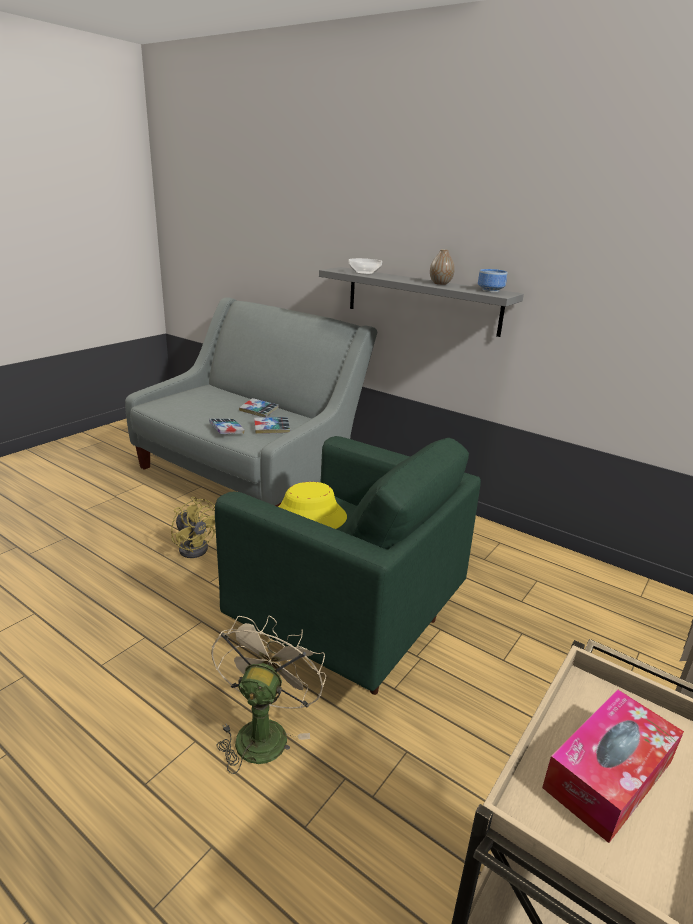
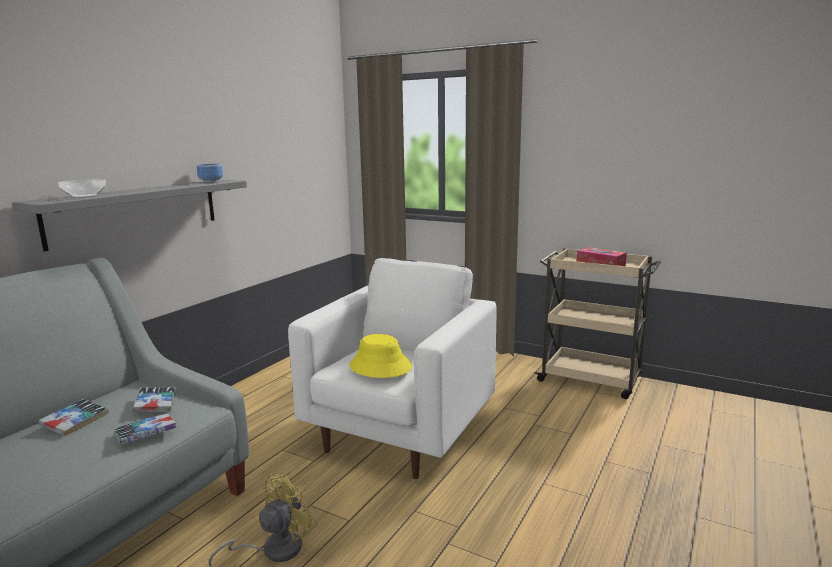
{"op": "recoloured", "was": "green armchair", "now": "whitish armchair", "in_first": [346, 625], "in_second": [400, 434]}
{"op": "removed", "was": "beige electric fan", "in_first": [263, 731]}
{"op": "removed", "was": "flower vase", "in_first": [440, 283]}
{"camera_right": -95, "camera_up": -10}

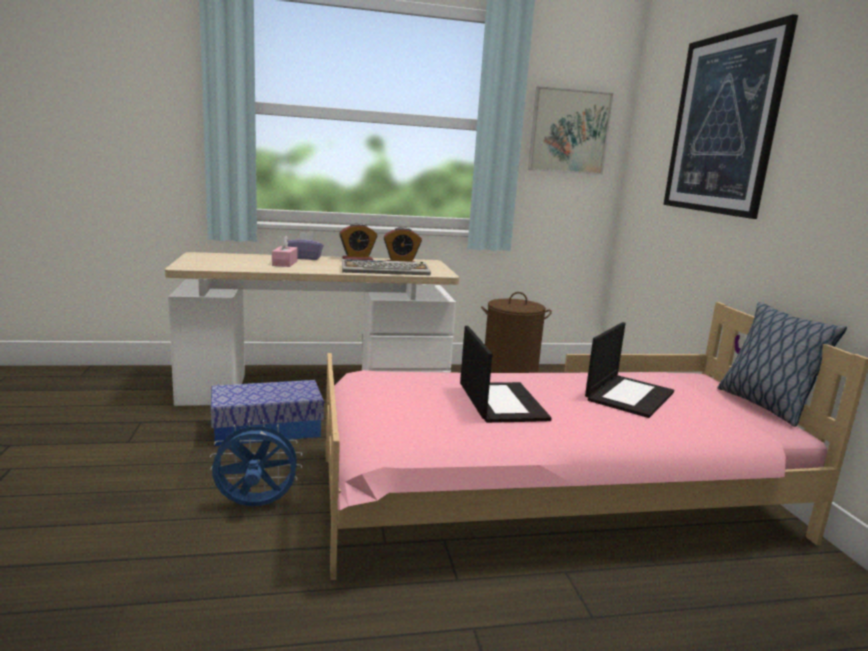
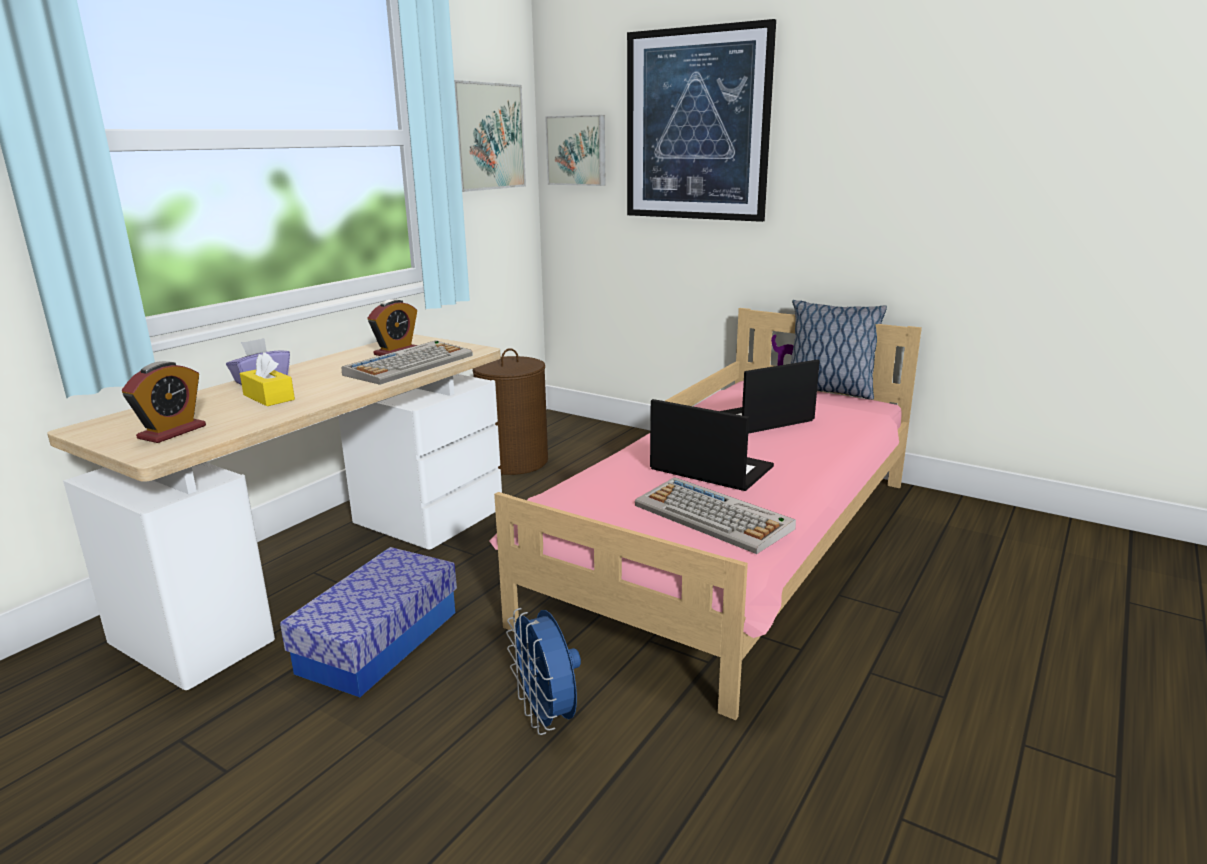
{"op": "moved", "was": "alarm clock", "in_first": [357, 260], "in_second": [172, 432]}
{"op": "recoloured", "was": "pink tissue holder", "now": "yellowish tissue holder", "in_first": [285, 263], "in_second": [269, 397]}
{"op": "turned", "was": "bluish electric fan", "in_first": [255, 506], "in_second": [547, 717], "clockwise": -60}
{"op": "added", "now": "wall picture", "in_second": [577, 150]}
{"op": "added", "now": "PC keyboard", "in_second": [714, 517]}
{"op": "turned", "was": "notebook computer", "in_first": [629, 395], "in_second": [759, 420], "clockwise": -105}
{"camera_right": -45, "camera_up": 5}

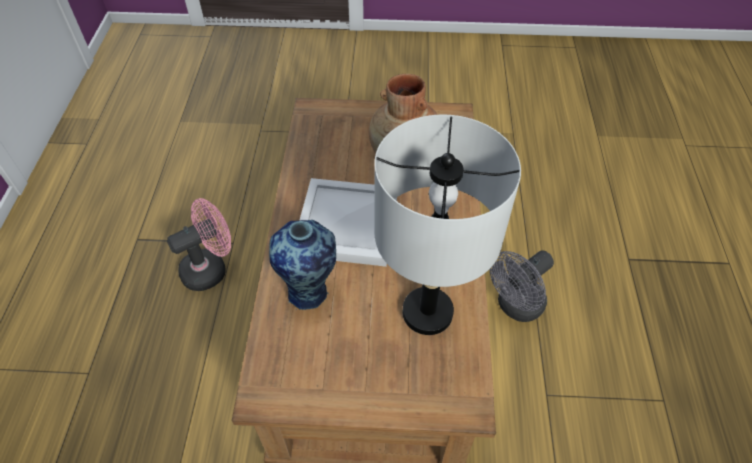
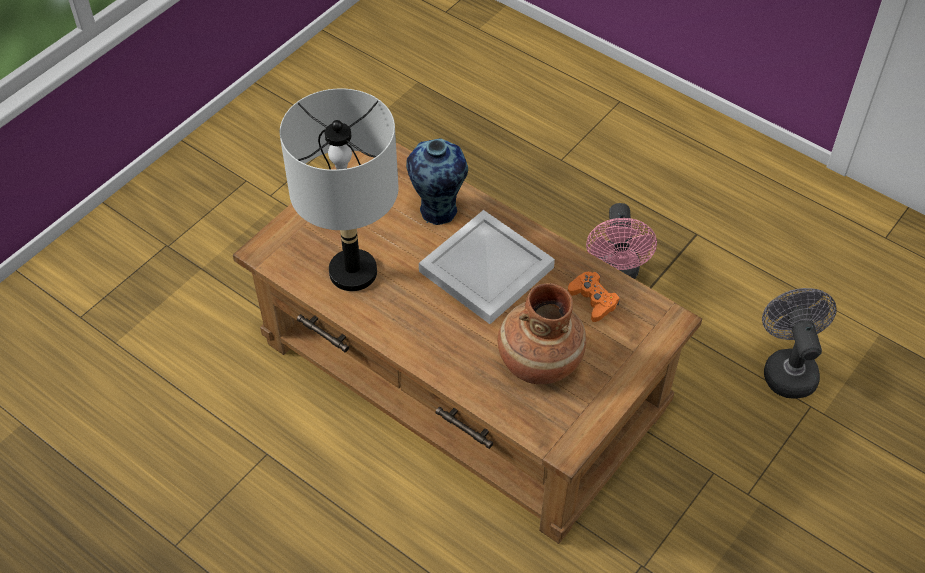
{"op": "added", "now": "orange-coloured joypad", "in_second": [593, 300]}
{"op": "moved", "was": "greyish electric fan", "in_first": [515, 307], "in_second": [787, 368]}
{"camera_right": 125, "camera_up": 0}

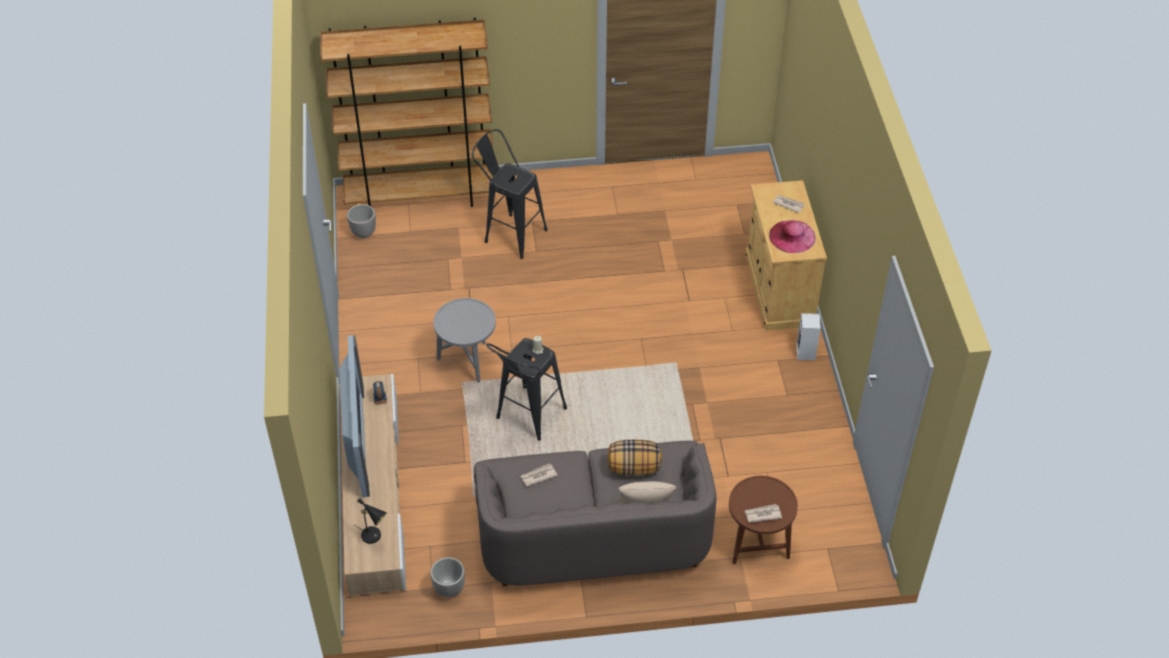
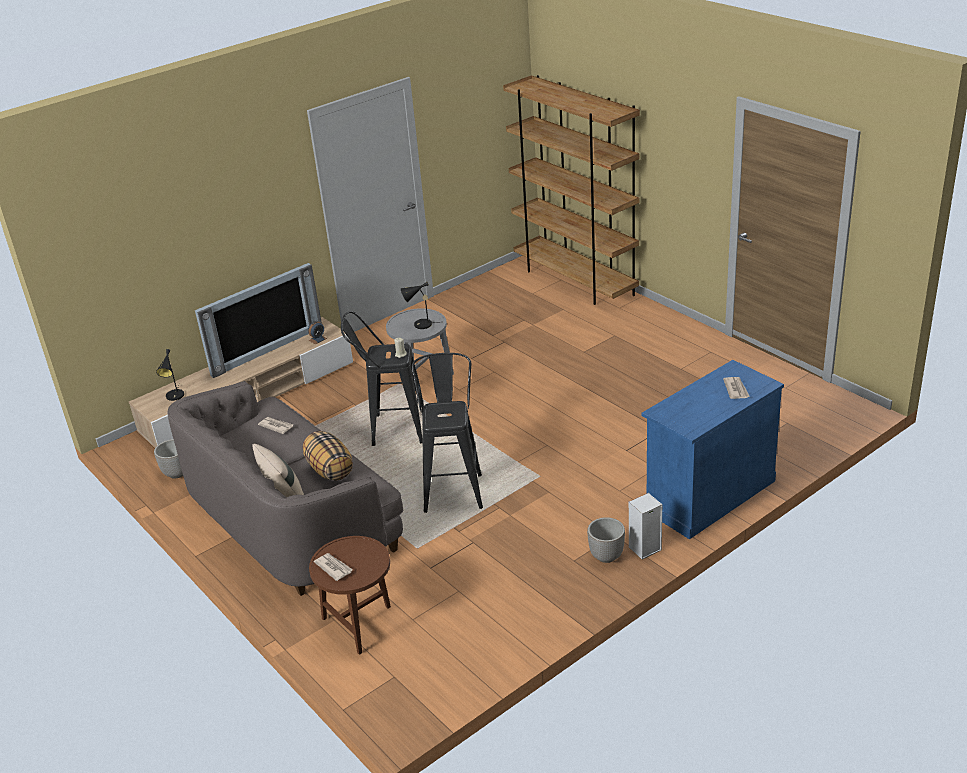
{"op": "added", "now": "blackish lamp for a table", "in_second": [420, 325]}
{"op": "moved", "was": "blackish stool seat", "in_first": [510, 233], "in_second": [453, 488]}
{"op": "moved", "was": "flower pot", "in_first": [364, 233], "in_second": [606, 556]}
{"op": "recoloured", "was": "beige storage cabinet", "now": "bluish storage cabinet", "in_first": [779, 289], "in_second": [709, 495]}
{"op": "removed", "was": "pink hat", "in_first": [792, 236]}
{"camera_right": 60, "camera_up": -15}

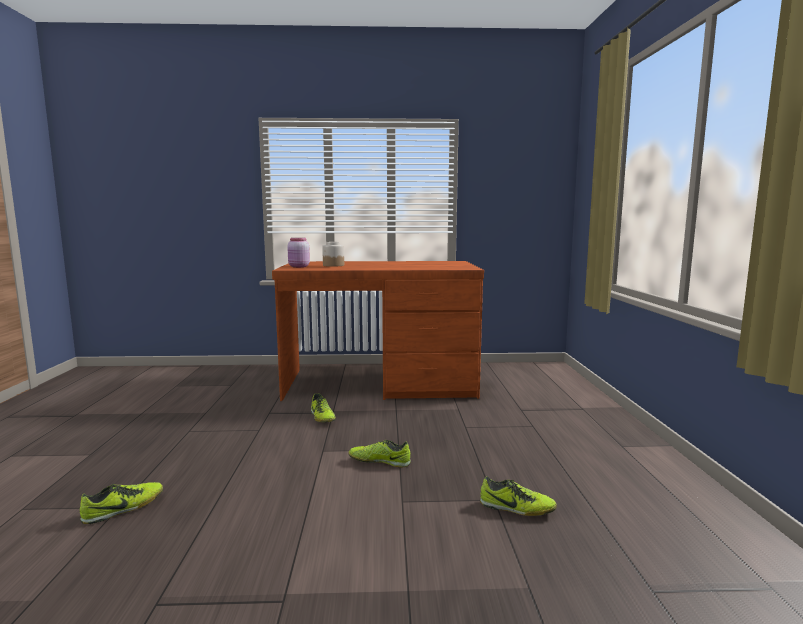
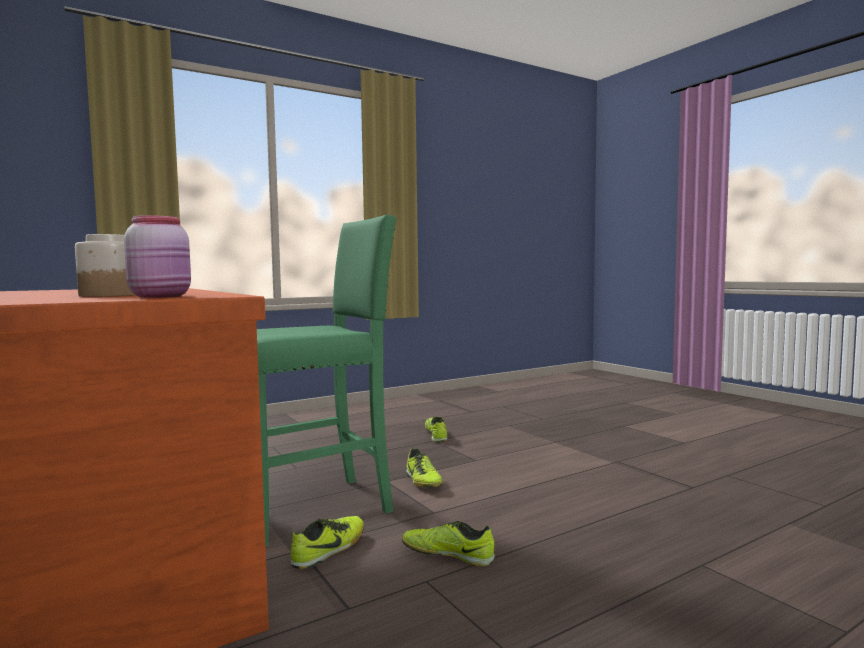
{"op": "added", "now": "green stool seat", "in_second": [316, 508]}
{"op": "moved", "was": "low shoe", "in_first": [124, 509], "in_second": [448, 554]}
{"camera_right": -120, "camera_up": -5}

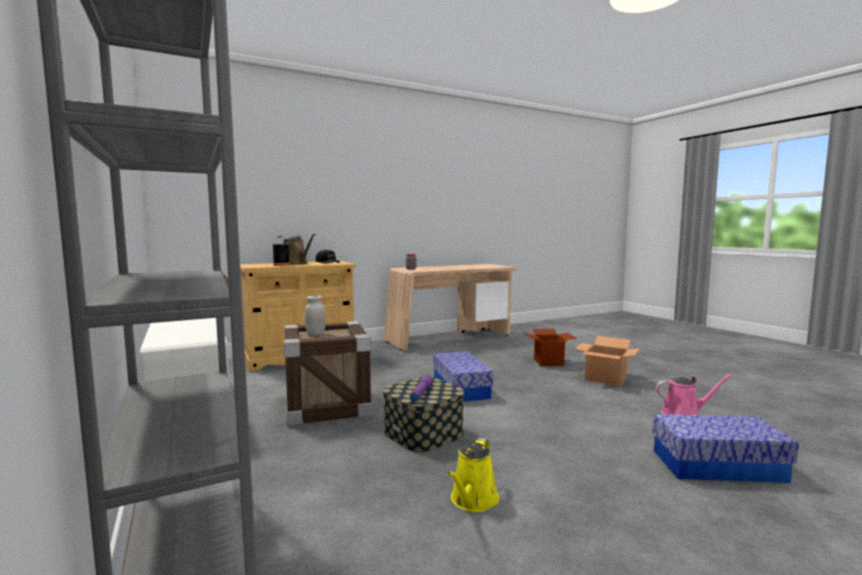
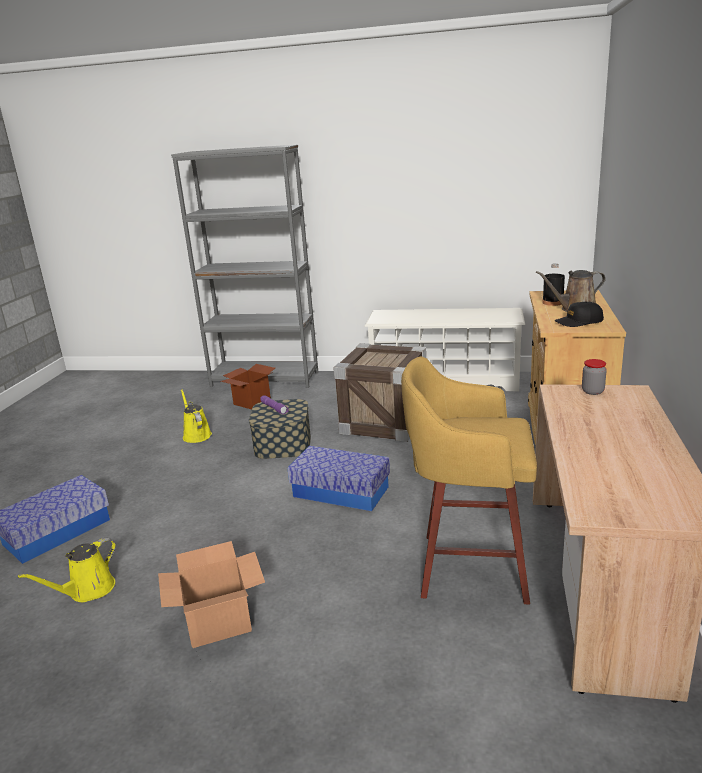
{"op": "recoloured", "was": "pink sprinkling can", "now": "yellowish sprinkling can", "in_first": [684, 414], "in_second": [88, 591]}
{"op": "moved", "was": "carton", "in_first": [548, 362], "in_second": [252, 402]}
{"op": "added", "now": "yellowish stool seat", "in_second": [469, 567]}
{"op": "removed", "was": "whitish storage jar", "in_first": [315, 333]}
{"camera_right": 130, "camera_up": 15}

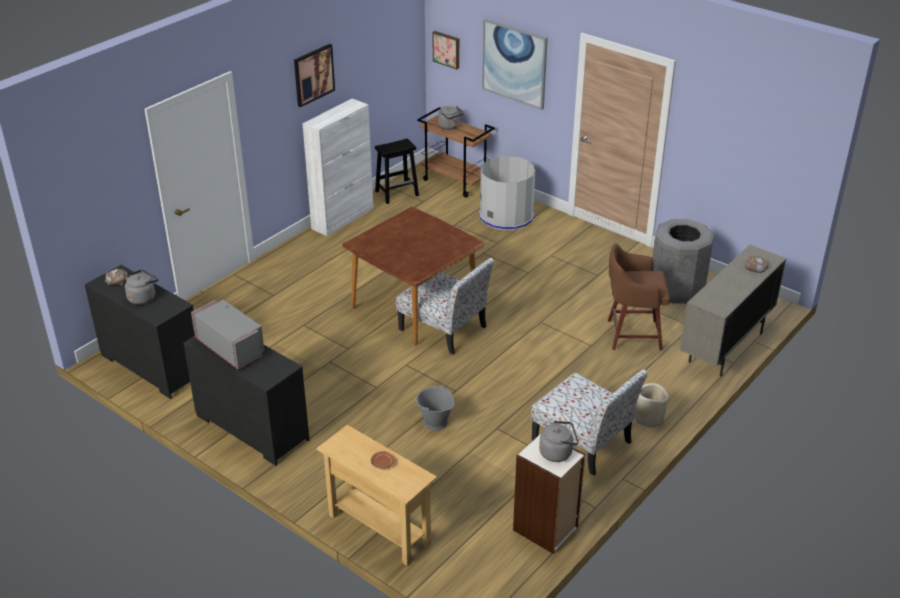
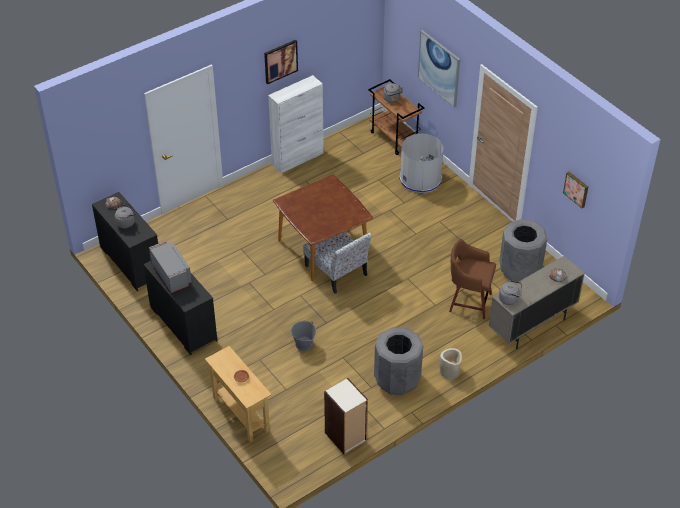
{"op": "replaced", "was": "upright chair", "now": "greyish trash can", "in_first": [584, 442], "in_second": [397, 380]}
{"op": "moved", "was": "greyish water kettle", "in_first": [558, 452], "in_second": [510, 299]}
{"op": "moved", "was": "wall picture", "in_first": [447, 49], "in_second": [576, 189]}
{"op": "removed", "was": "blackish stool seat", "in_first": [397, 193]}
{"camera_right": 15, "camera_up": 10}

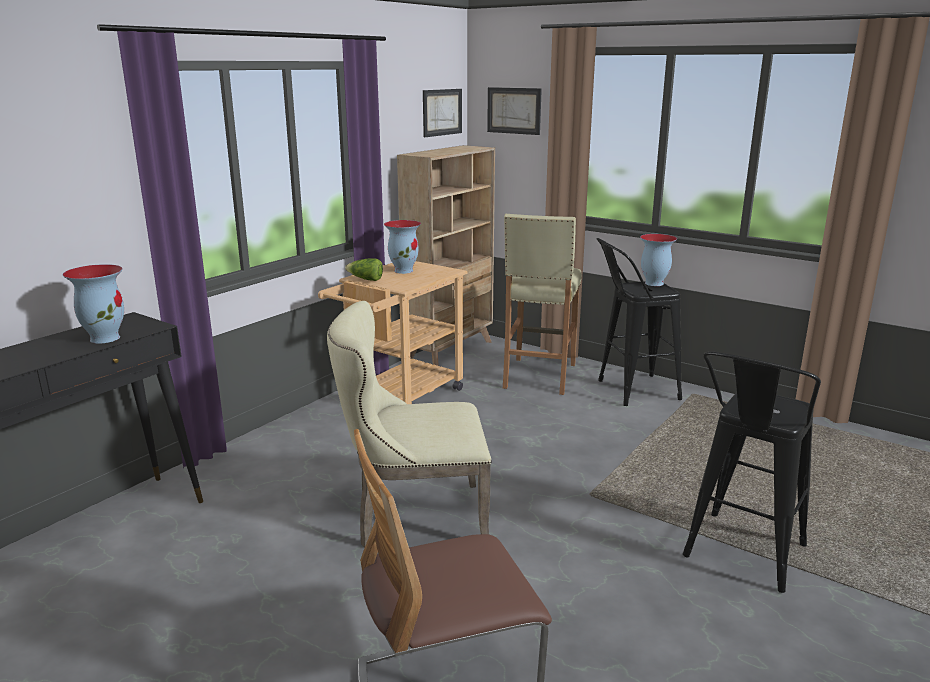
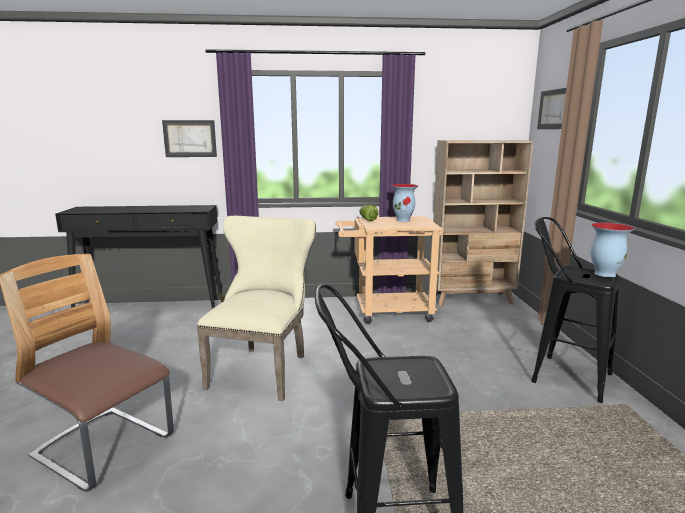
{"op": "moved", "was": "wall picture", "in_first": [442, 112], "in_second": [190, 138]}
{"op": "turned", "was": "beige upright chair", "in_first": [412, 518], "in_second": [263, 368], "clockwise": 60}
{"op": "removed", "was": "flower vase", "in_first": [105, 338]}
{"op": "removed", "was": "beige stool seat", "in_first": [539, 376]}
{"camera_right": 50, "camera_up": -5}

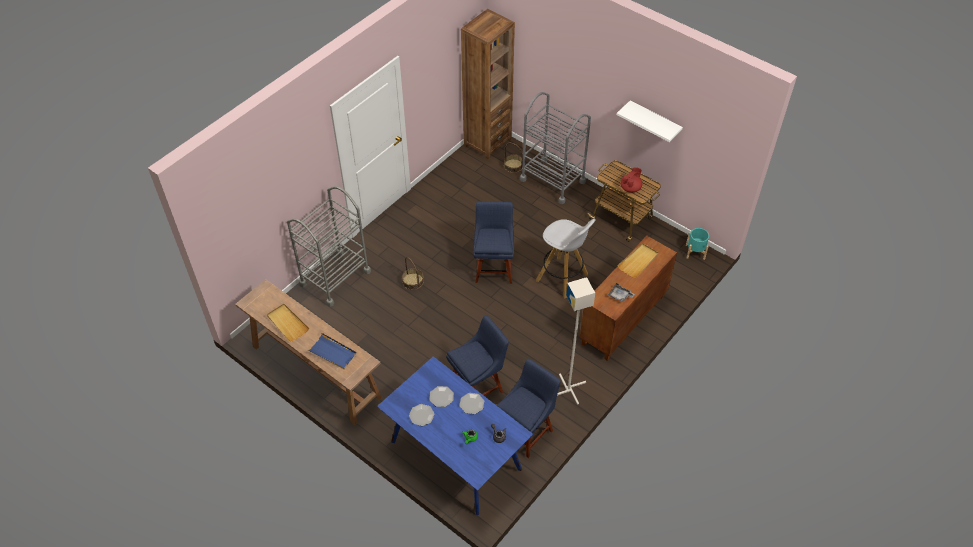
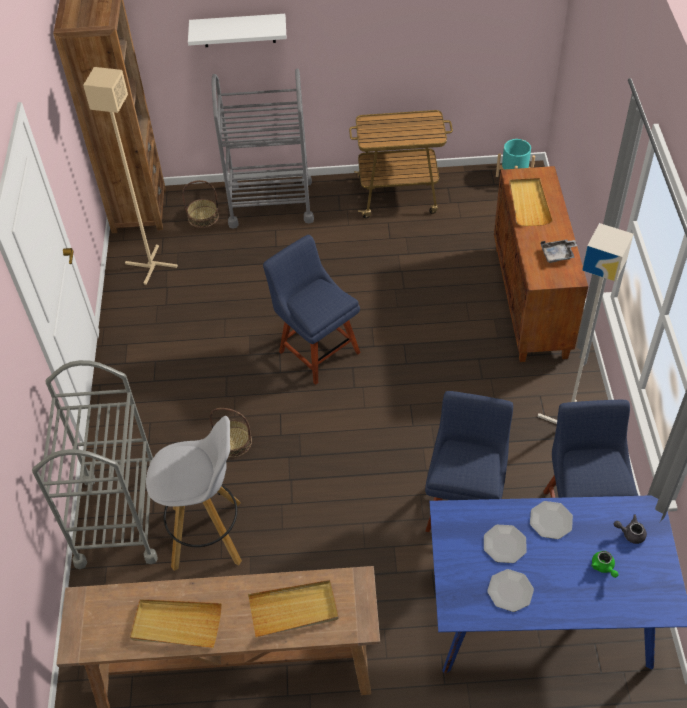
{"op": "added", "now": "beige standing lamp", "in_second": [151, 265]}
{"op": "moved", "was": "whitish stool seat", "in_first": [563, 278], "in_second": [209, 534]}
{"op": "moved", "was": "whitish wall shelf", "in_first": [654, 121], "in_second": [239, 30]}
{"op": "recoloured", "was": "bluish carrying tray", "now": "beige carrying tray", "in_first": [332, 352], "in_second": [294, 610]}
{"op": "removed", "was": "reddish tea pot", "in_first": [630, 188]}
{"camera_right": -40, "camera_up": 0}

